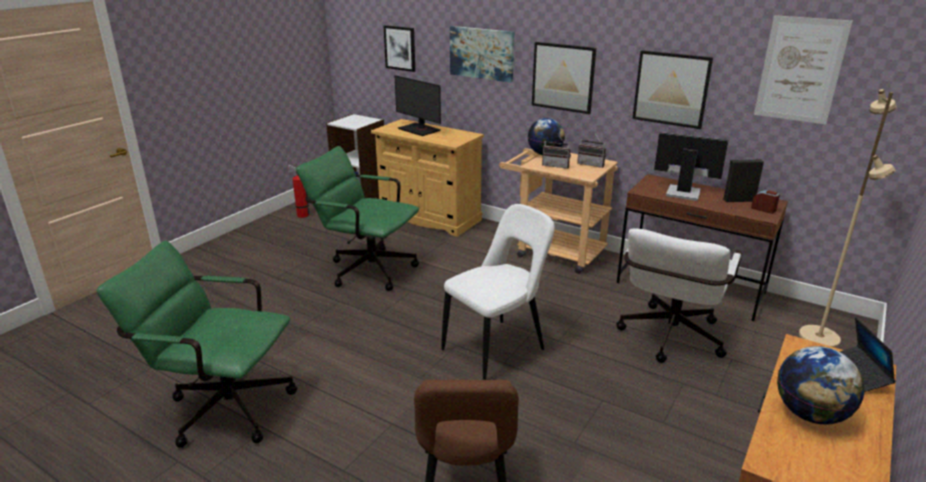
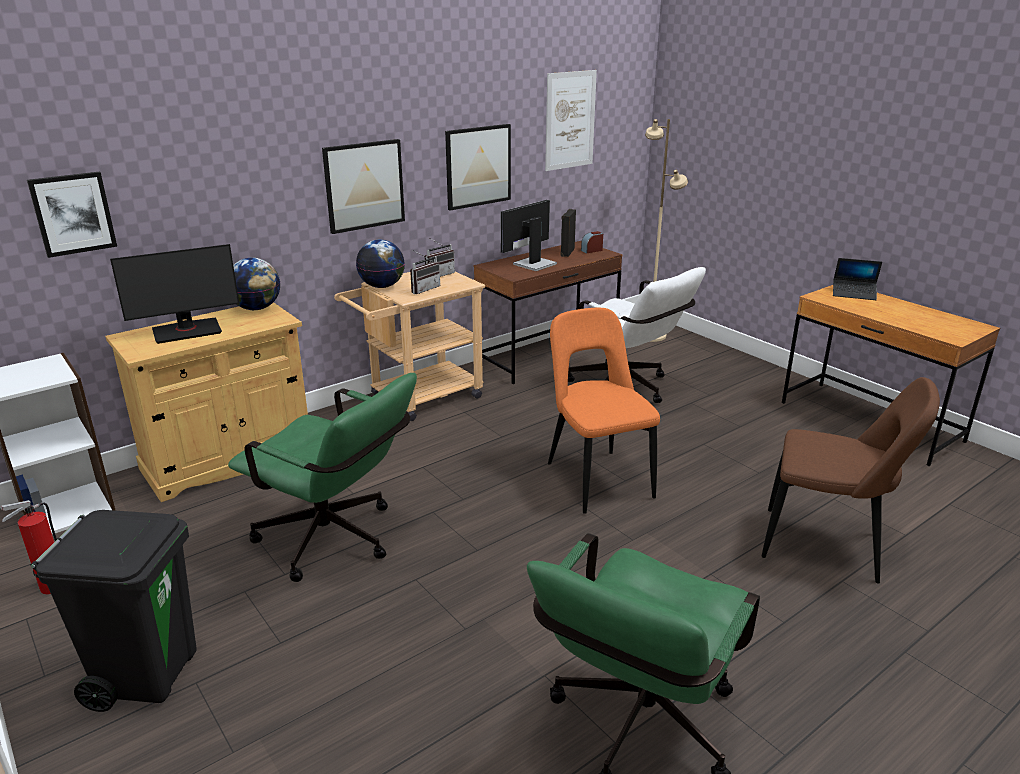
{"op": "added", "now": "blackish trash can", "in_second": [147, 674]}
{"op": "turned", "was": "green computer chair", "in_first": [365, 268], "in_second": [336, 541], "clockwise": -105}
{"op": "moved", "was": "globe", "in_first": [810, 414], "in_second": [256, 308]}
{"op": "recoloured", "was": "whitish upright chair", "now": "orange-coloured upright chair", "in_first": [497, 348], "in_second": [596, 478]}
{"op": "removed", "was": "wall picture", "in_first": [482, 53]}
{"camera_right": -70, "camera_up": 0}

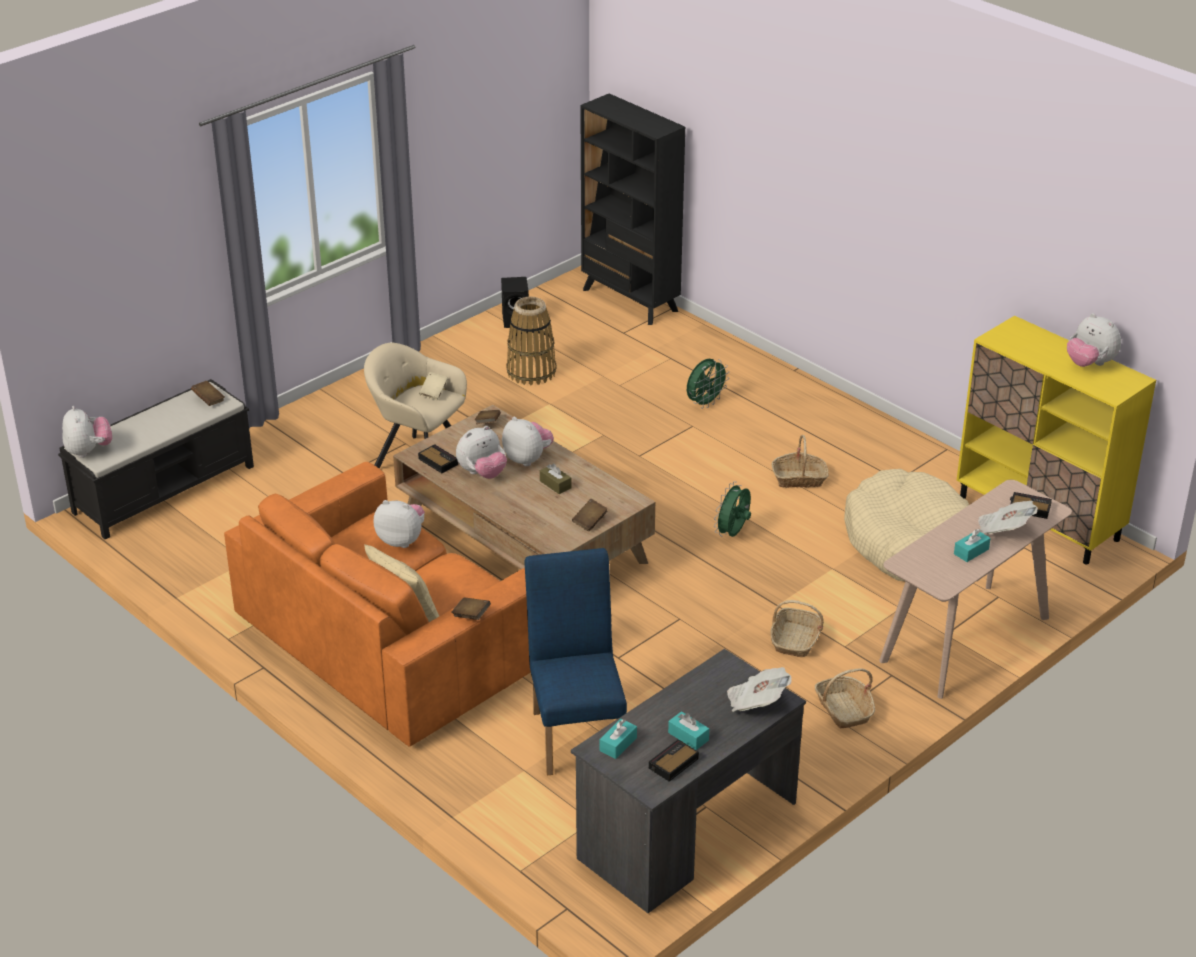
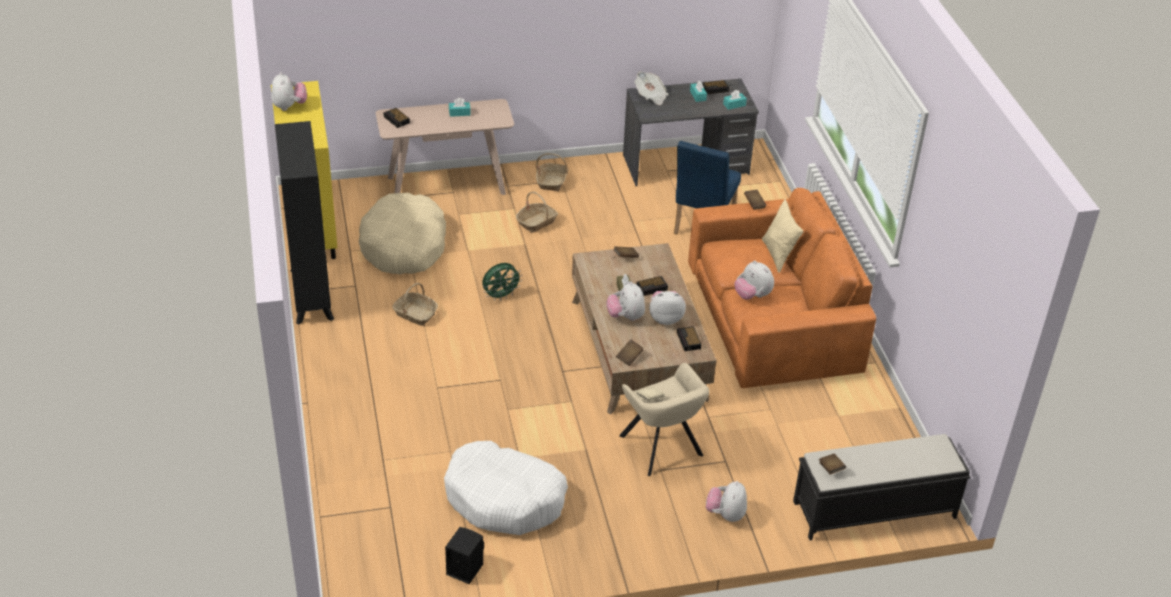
{"op": "moved", "was": "blackish bookshelf", "in_first": [630, 300], "in_second": [312, 294]}
{"op": "replaced", "was": "basket", "now": "whitish dog bed", "in_first": [531, 372], "in_second": [504, 499]}
{"op": "added", "now": "alarm clock", "in_second": [652, 288]}
{"op": "moved", "was": "soft toy", "in_first": [89, 451], "in_second": [725, 514]}
{"op": "removed", "was": "green electric fan", "in_first": [705, 403]}
{"op": "removed", "was": "daily paper", "in_first": [1003, 529]}
{"camera_right": -150, "camera_up": 5}

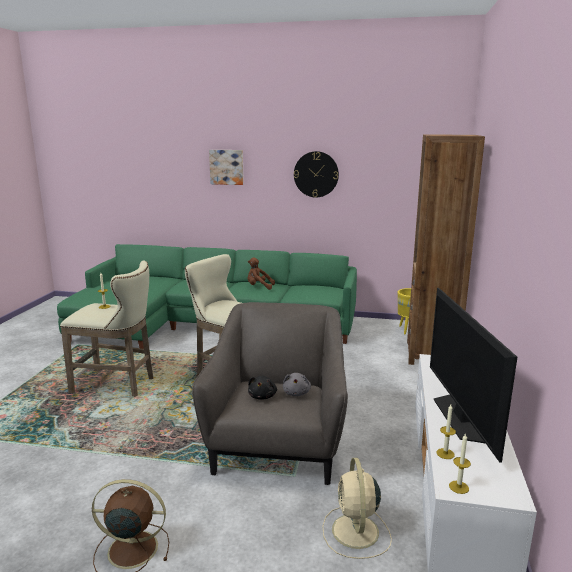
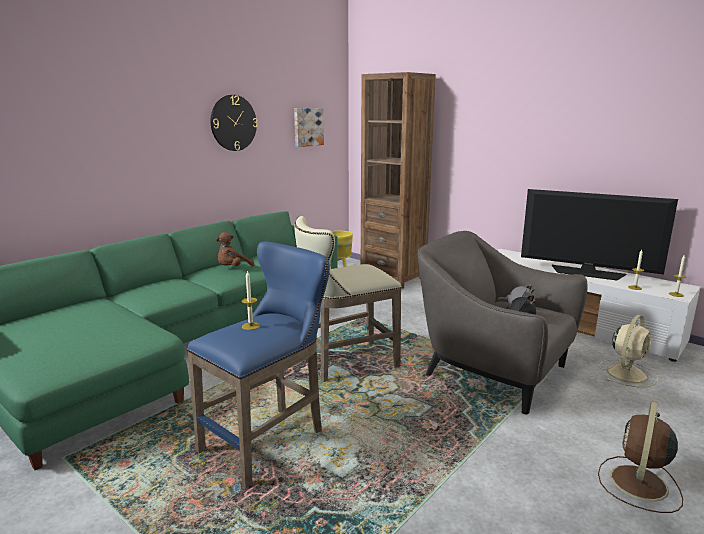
{"op": "recoloured", "was": "beige stool seat", "now": "bluish stool seat", "in_first": [117, 384], "in_second": [269, 439]}
{"op": "moved", "was": "wall picture", "in_first": [227, 167], "in_second": [308, 127]}
{"op": "turned", "was": "beige electric fan", "in_first": [355, 532], "in_second": [627, 373], "clockwise": -75}
{"camera_right": -60, "camera_up": 0}

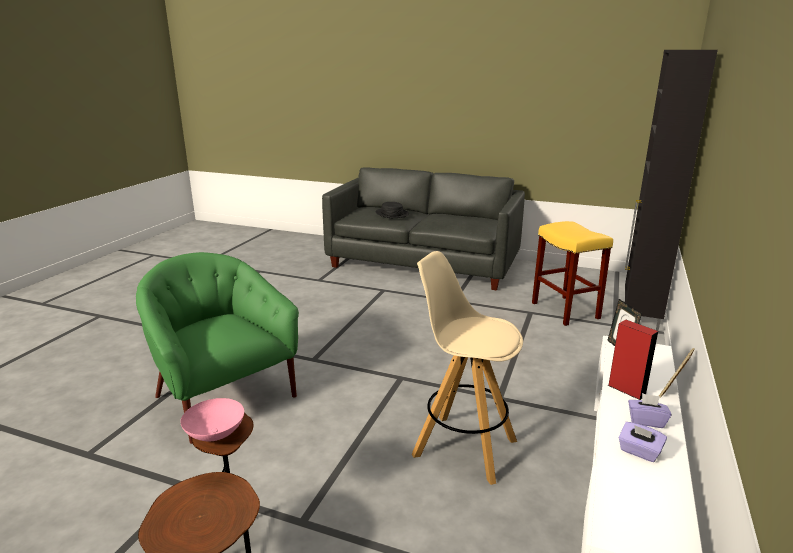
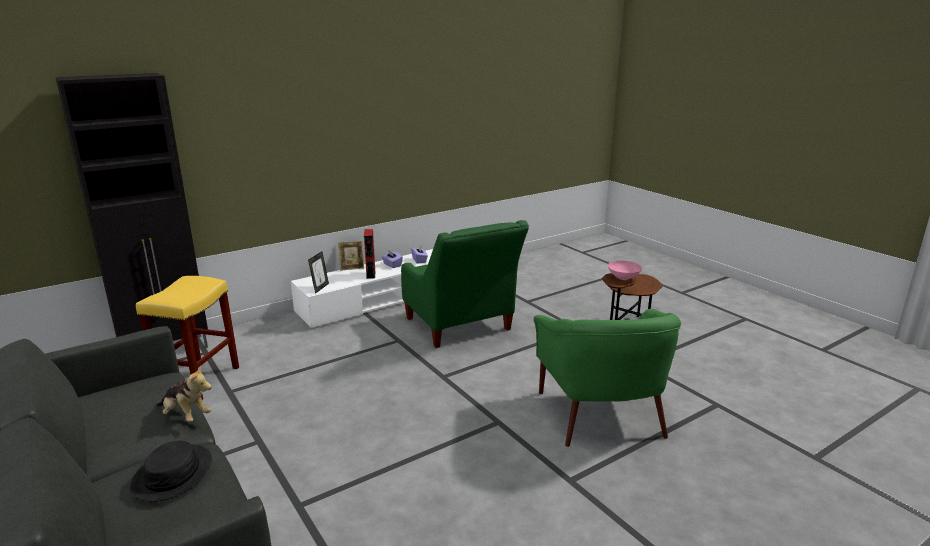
{"op": "added", "now": "soft toy", "in_second": [185, 415]}
{"op": "replaced", "was": "beige stool seat", "now": "green armchair", "in_first": [463, 447], "in_second": [461, 327]}
{"camera_right": -145, "camera_up": 0}

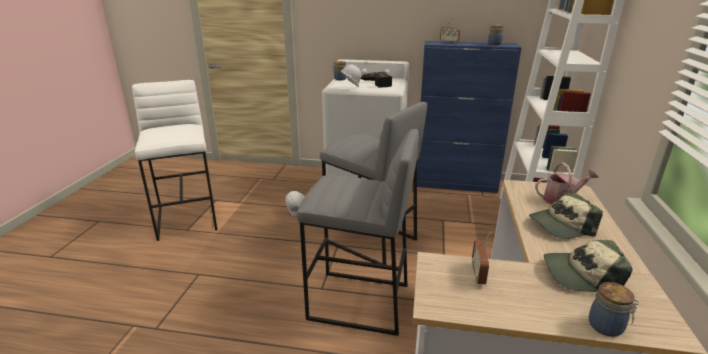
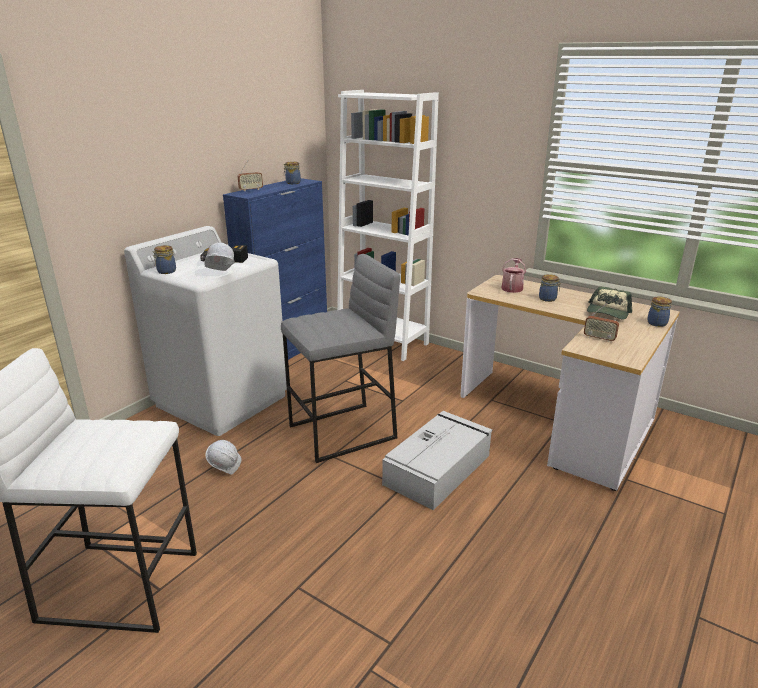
{"op": "replaced", "was": "greyish stool seat", "now": "greyish storage bin", "in_first": [358, 302], "in_second": [438, 469]}
{"op": "replaced", "was": "peaked cap", "now": "storage jar", "in_first": [561, 225], "in_second": [548, 299]}
{"camera_right": -65, "camera_up": 0}

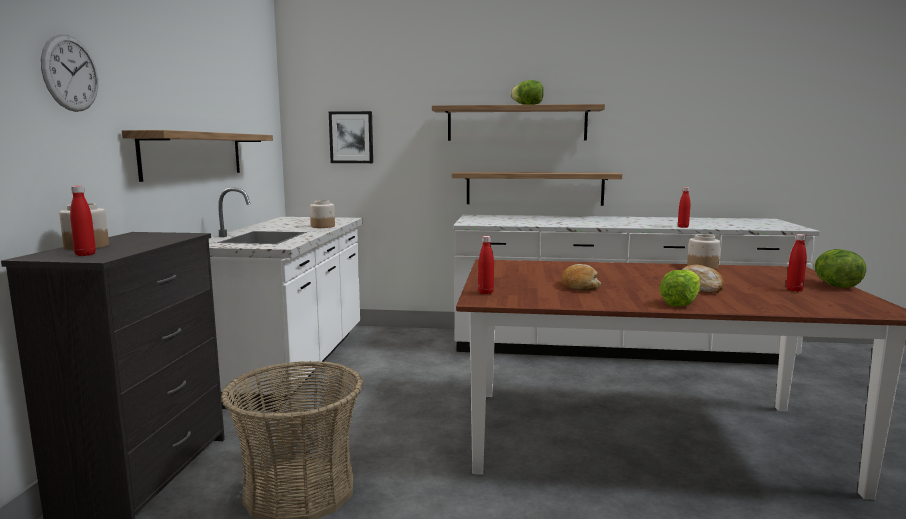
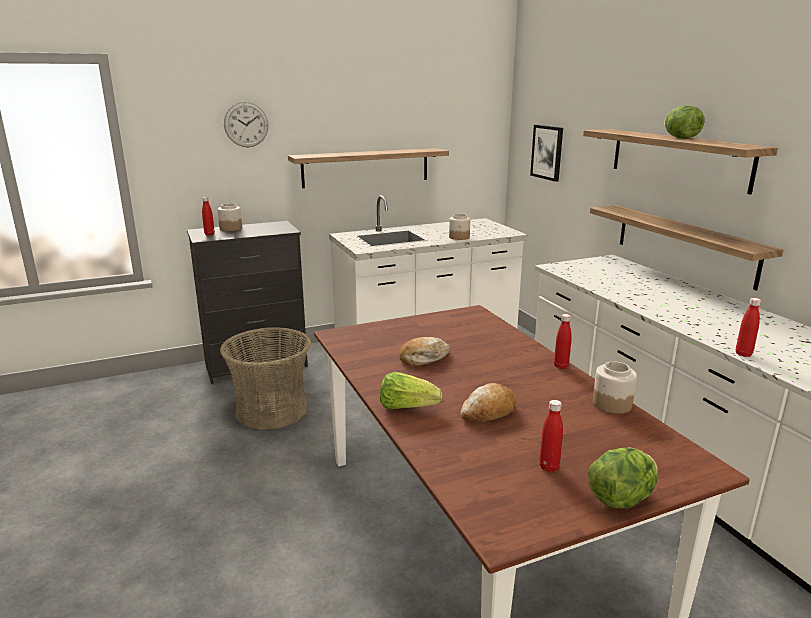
{"op": "moved", "was": "reddish bottle", "in_first": [486, 293], "in_second": [561, 366]}
{"camera_right": 60, "camera_up": 10}

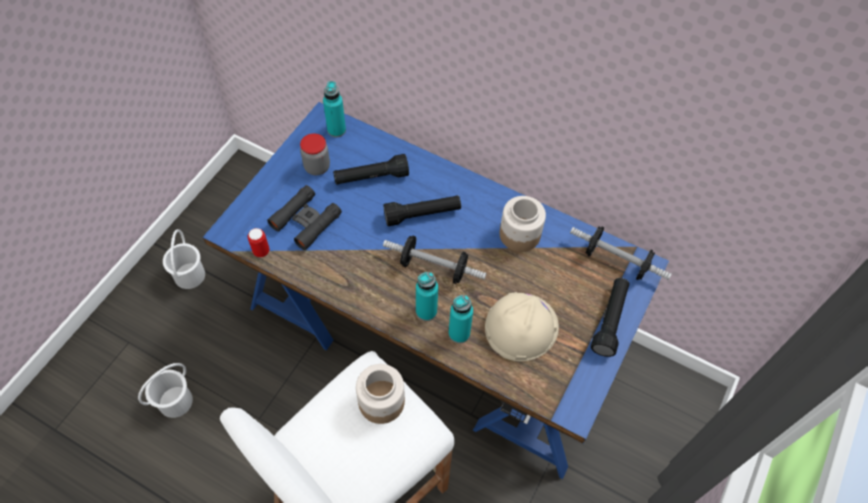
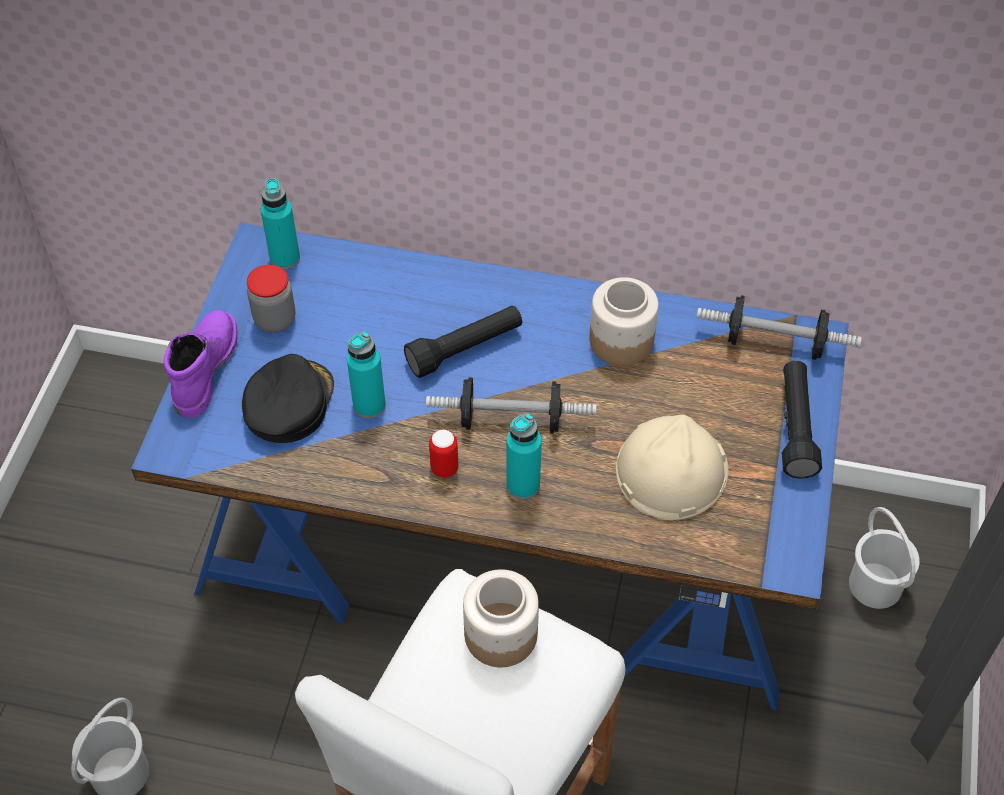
{"op": "added", "now": "purple high-top boot", "in_second": [204, 368]}
{"op": "replaced", "was": "blackish binoculars", "now": "blackish peaked cap", "in_first": [306, 221], "in_second": [288, 403]}
{"op": "moved", "was": "turquoise-coloured bottle", "in_first": [459, 333], "in_second": [369, 405]}
{"op": "moved", "was": "sealed can", "in_first": [261, 251], "in_second": [444, 468]}
{"op": "moved", "was": "whitish bucket", "in_first": [190, 275], "in_second": [876, 584]}
{"op": "removed", "was": "blackish hand torch", "in_first": [371, 178]}
{"camera_right": -15, "camera_up": -5}

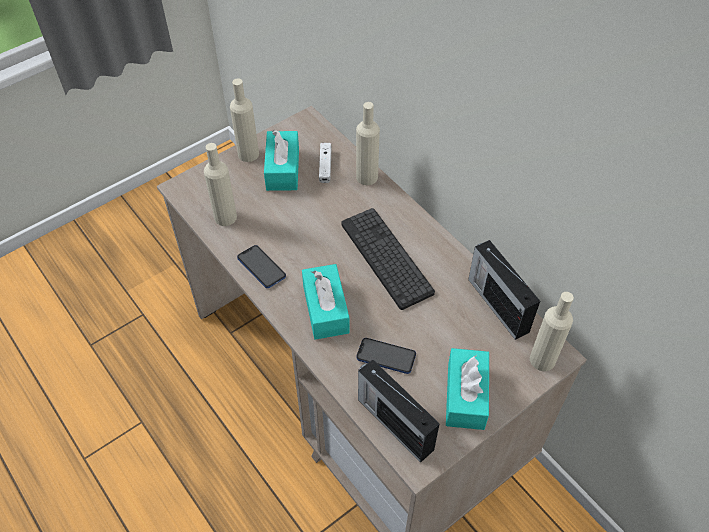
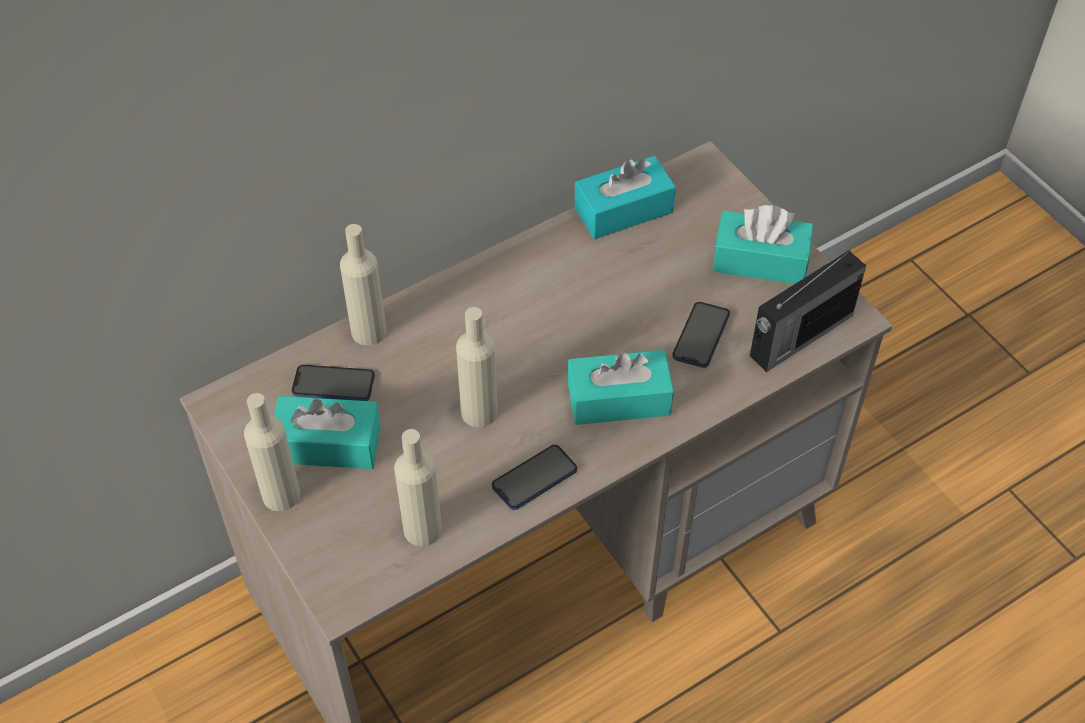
{"op": "replaced", "was": "whitish joypad", "now": "phone", "in_first": [325, 166], "in_second": [333, 384]}
{"op": "moved", "was": "beige bottle", "in_first": [542, 359], "in_second": [479, 412]}
{"op": "replaced", "was": "radio", "now": "turquoise-coloured tissue holder", "in_first": [497, 304], "in_second": [623, 210]}
{"op": "removed", "was": "PC keyboard", "in_first": [386, 258]}
{"camera_right": -85, "camera_up": 0}

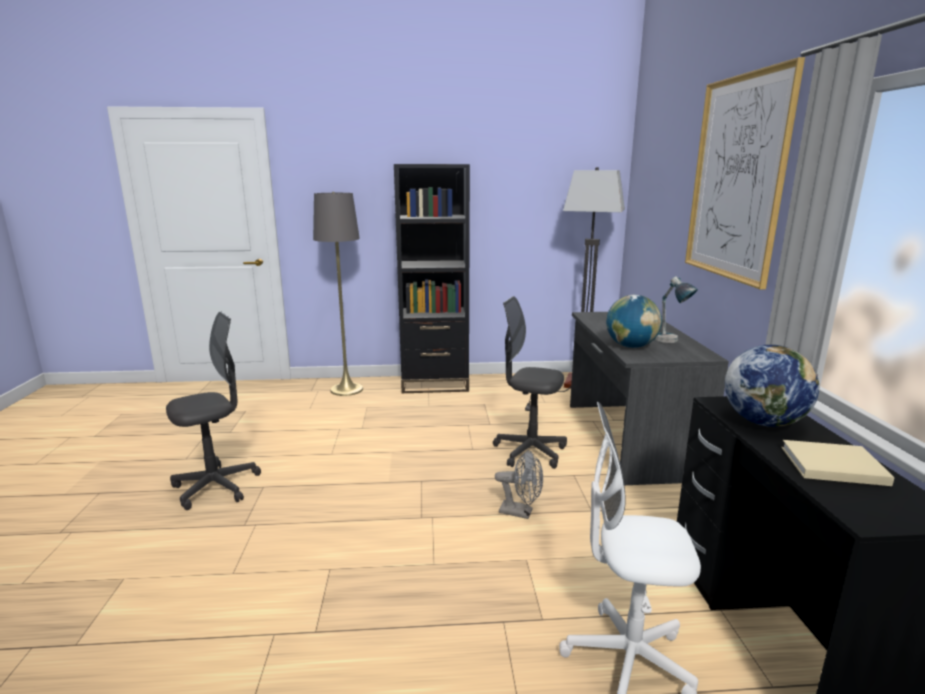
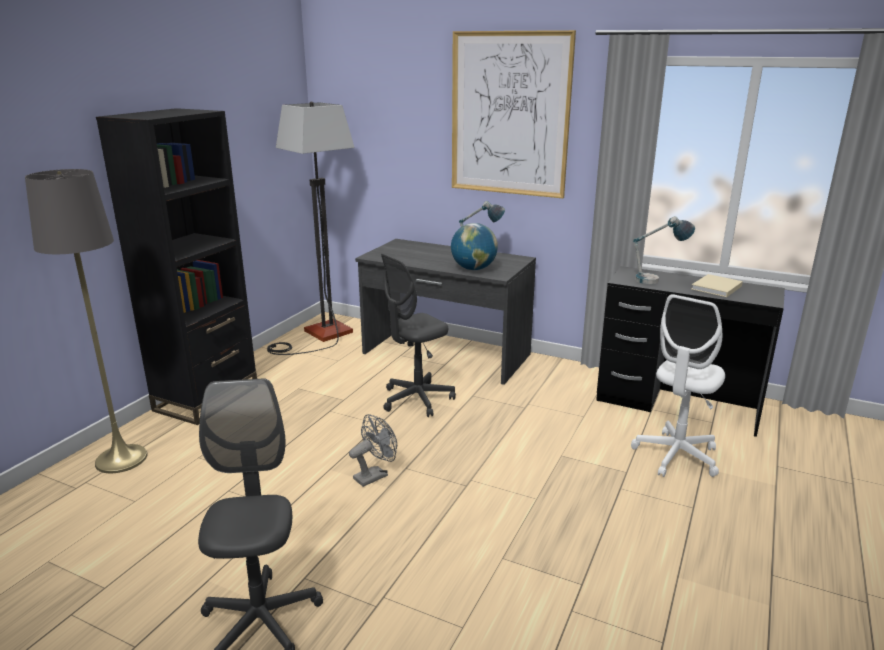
{"op": "moved", "was": "greyish electric fan", "in_first": [521, 512], "in_second": [375, 475]}
{"op": "replaced", "was": "globe", "now": "lamp for a table", "in_first": [763, 422], "in_second": [657, 281]}
{"camera_right": -60, "camera_up": 5}

